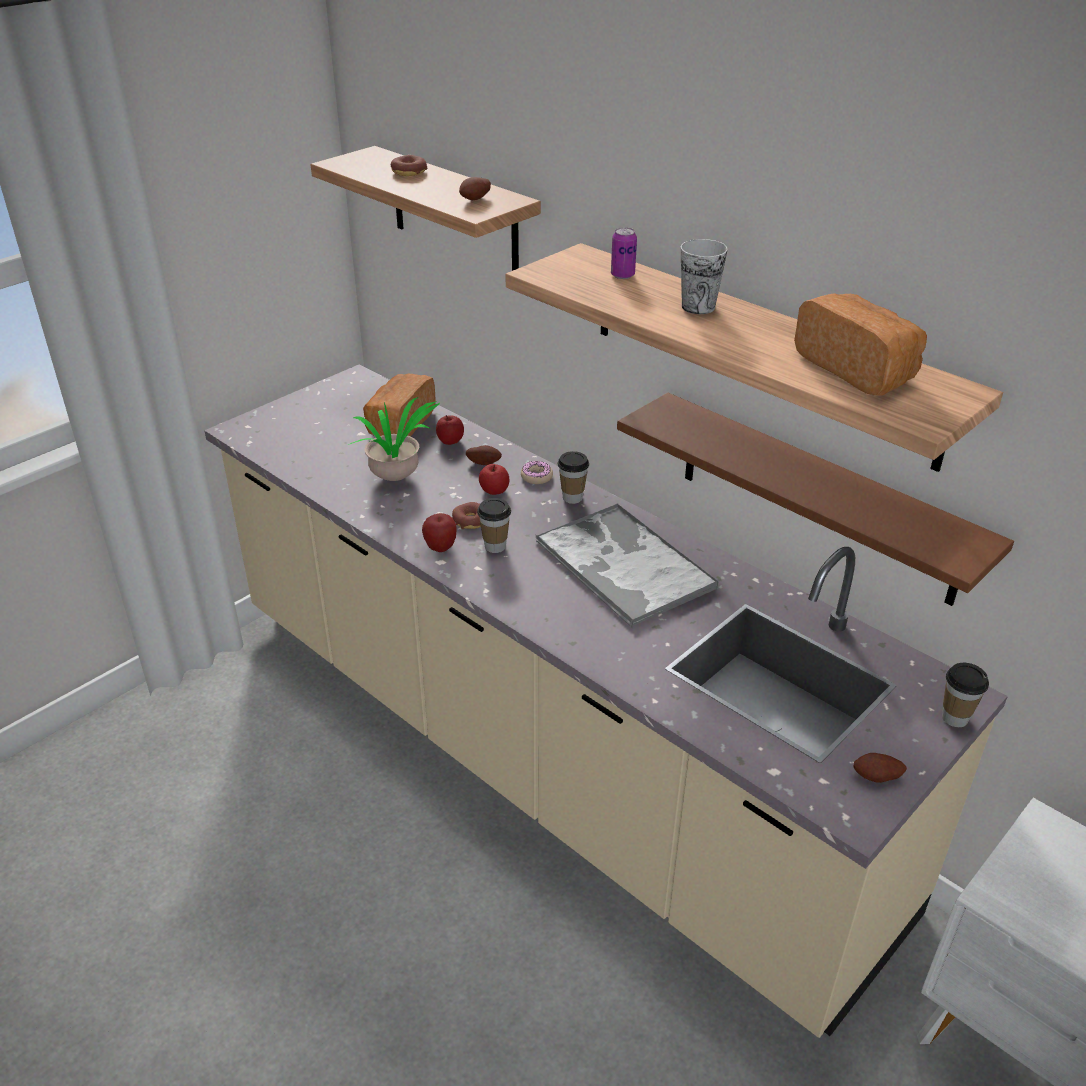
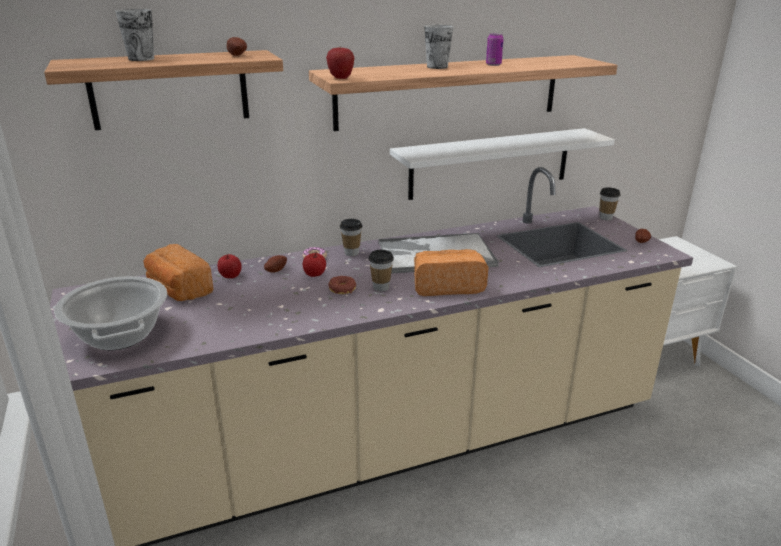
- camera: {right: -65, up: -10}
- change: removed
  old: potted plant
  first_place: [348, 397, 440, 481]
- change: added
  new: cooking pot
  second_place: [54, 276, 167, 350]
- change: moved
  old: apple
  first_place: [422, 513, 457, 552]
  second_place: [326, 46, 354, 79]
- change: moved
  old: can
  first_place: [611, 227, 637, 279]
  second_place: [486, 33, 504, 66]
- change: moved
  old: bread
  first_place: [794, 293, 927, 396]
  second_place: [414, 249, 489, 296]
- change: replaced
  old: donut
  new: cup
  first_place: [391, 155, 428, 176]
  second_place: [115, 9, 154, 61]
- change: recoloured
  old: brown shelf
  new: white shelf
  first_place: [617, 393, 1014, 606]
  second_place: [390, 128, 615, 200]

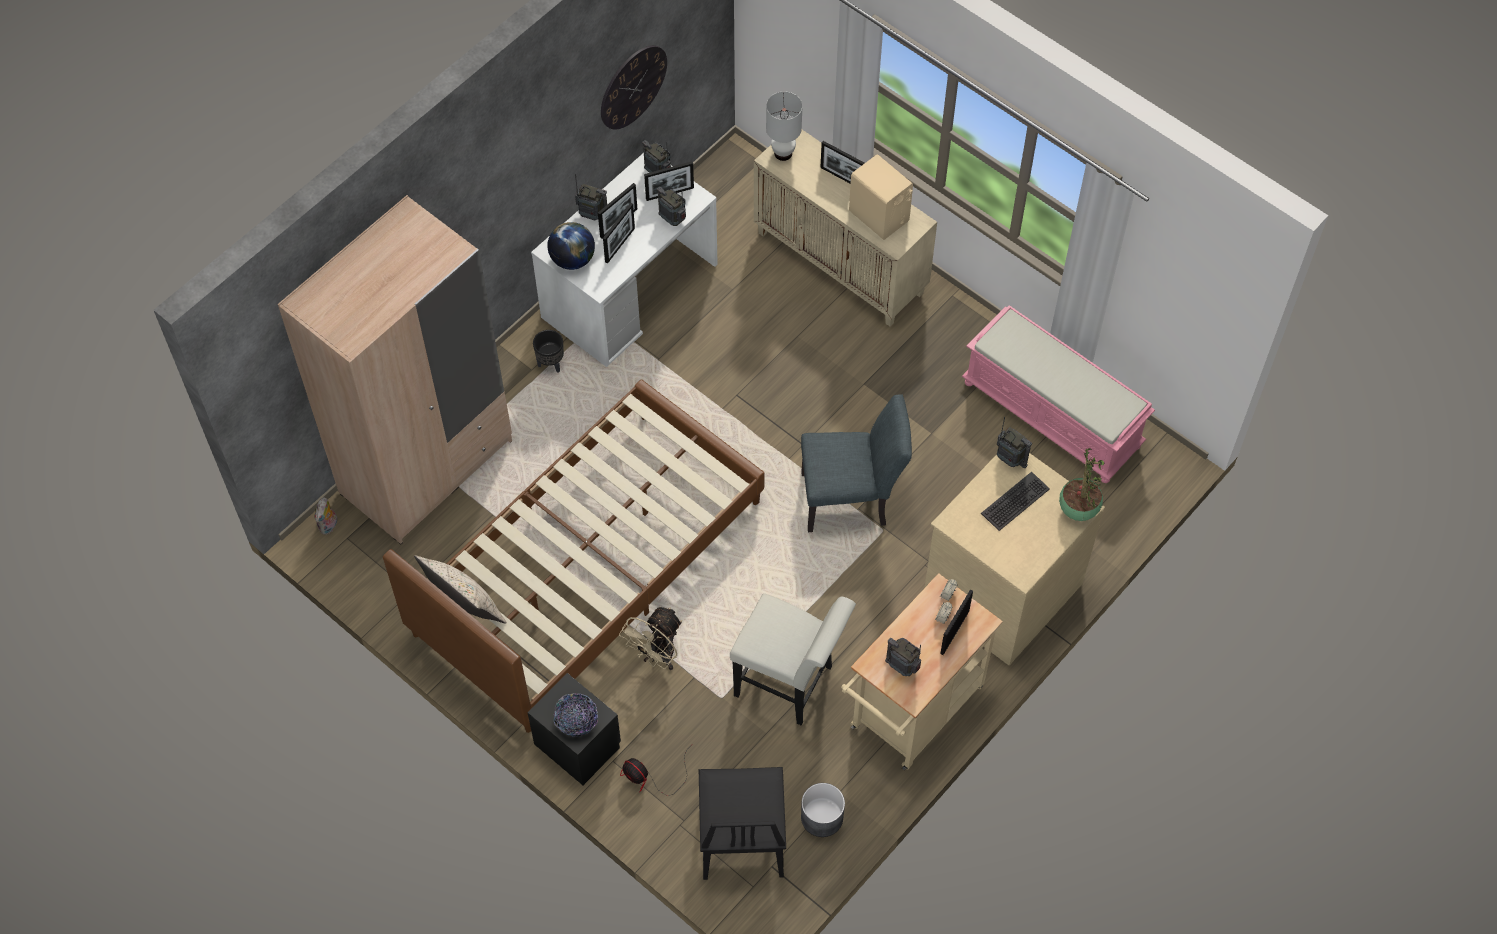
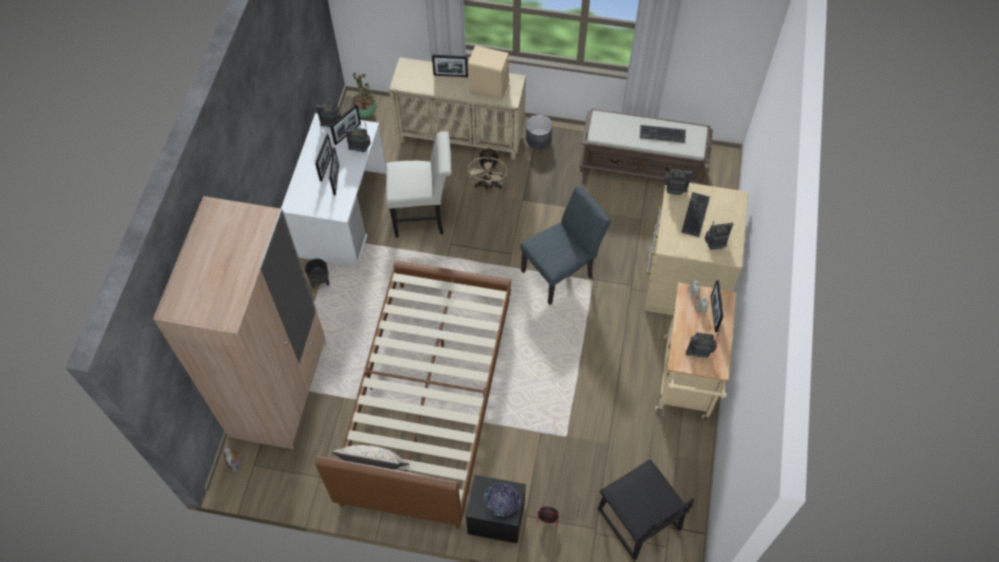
- camera: {right: -30, up: 0}
- change: removed
  old: globe
  first_place: [547, 222, 595, 270]
- change: removed
  old: wall clock
  first_place: [601, 45, 667, 130]
- change: removed
  old: white table lamp
  first_place: [766, 92, 803, 161]
- change: added
  new: keyboard
  second_place: [640, 125, 686, 143]
- change: moved
  old: radio
  first_place: [575, 174, 607, 220]
  second_place: [705, 221, 733, 250]
- change: moved
  old: beige fan
  first_place: [619, 607, 682, 670]
  second_place: [468, 147, 507, 189]
- change: moved
  old: white chair
  first_place: [730, 593, 856, 725]
  second_place: [386, 131, 452, 238]
- change: moved
  old: grey planter
  first_place: [801, 783, 845, 837]
  second_place: [526, 115, 552, 149]
- change: moved
  old: potted plant
  first_place: [1059, 448, 1104, 521]
  second_place: [351, 73, 376, 118]
- change: recoloured
  old: pink bench
  new: brown bench
  first_place: [962, 305, 1155, 483]
  second_place: [579, 108, 713, 185]

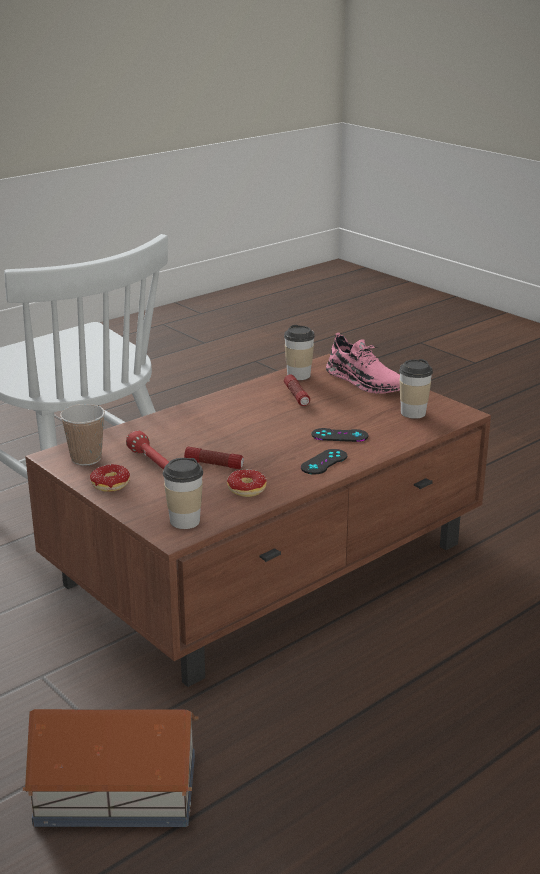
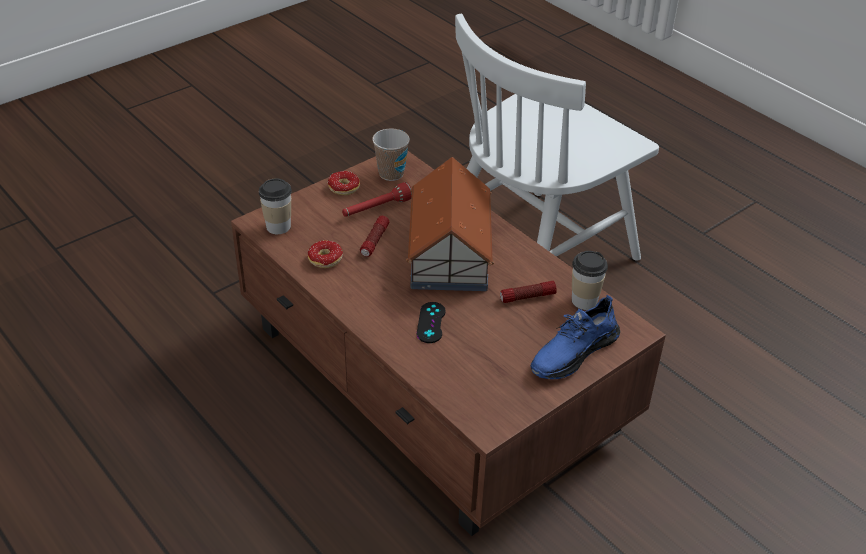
- camera: {right: 90, up: 15}
- change: removed
  old: black game controller
  first_place: [301, 449, 347, 474]
- change: removed
  old: cup
  first_place: [399, 359, 433, 419]
- change: moved
  old: toy house
  first_place: [23, 709, 198, 827]
  second_place: [406, 157, 494, 291]
- change: recoloured
  old: pink shoe
  new: blue shoe
  first_place: [326, 333, 400, 394]
  second_place: [531, 295, 620, 379]

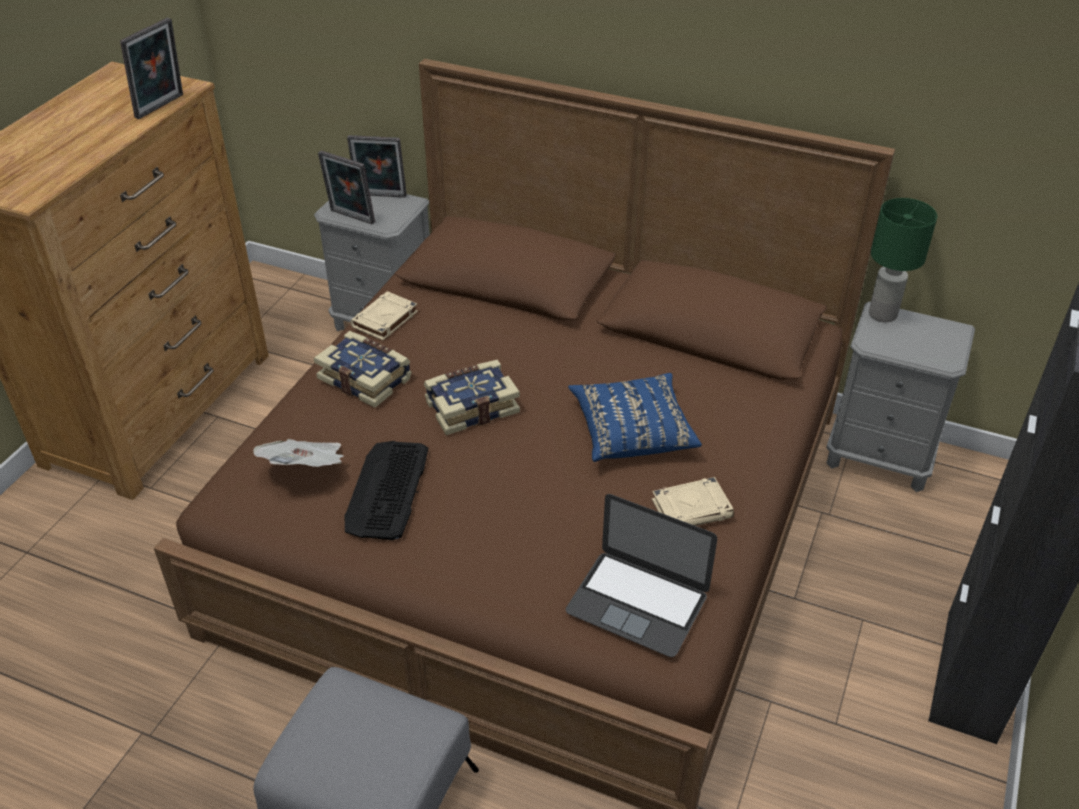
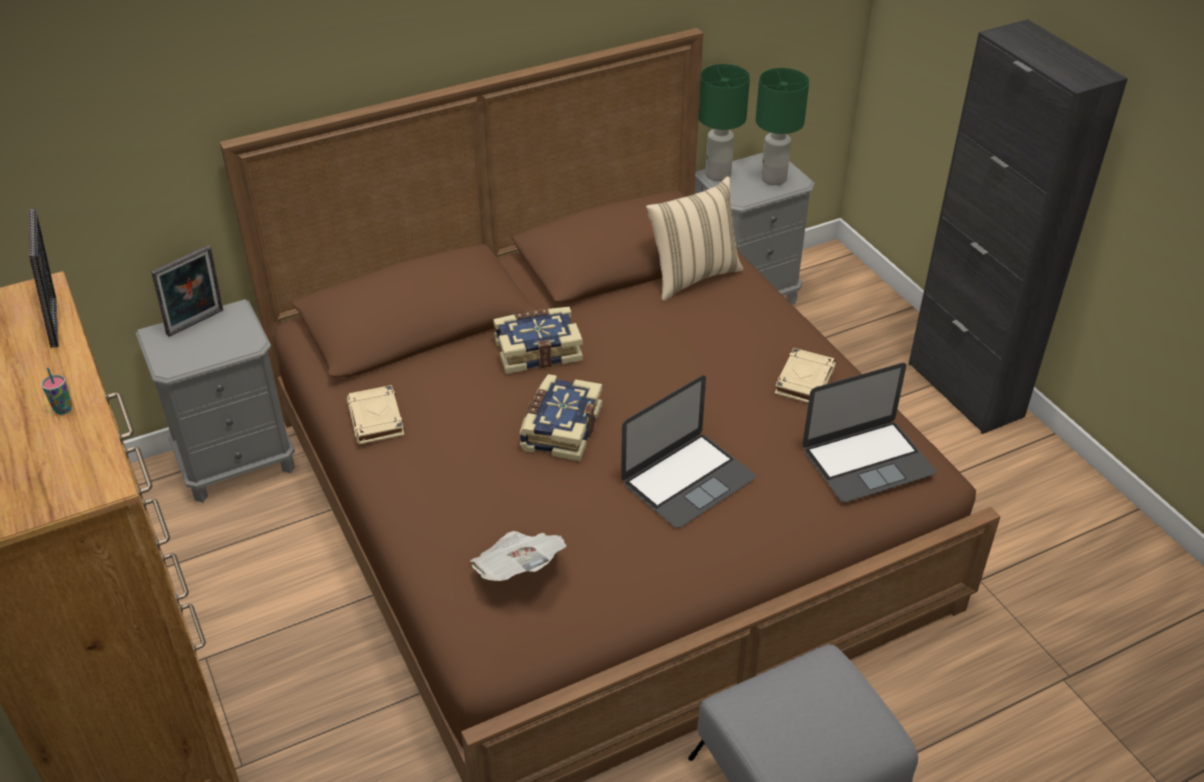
- camera: {right: -50, up: 0}
- change: removed
  old: picture frame
  first_place: [318, 151, 375, 225]
- change: removed
  old: keyboard
  first_place: [345, 441, 428, 540]
- change: removed
  old: blue pillow
  first_place: [568, 373, 702, 462]
- change: added
  new: cup
  second_place: [41, 368, 72, 414]
- change: added
  new: laptop
  second_place: [621, 375, 756, 528]
- change: added
  new: beige pillow
  second_place: [646, 177, 743, 301]
- change: added
  new: green table lamp
  second_place: [756, 68, 809, 185]
- change: moved
  old: book
  first_place: [314, 331, 412, 408]
  second_place: [493, 307, 583, 374]

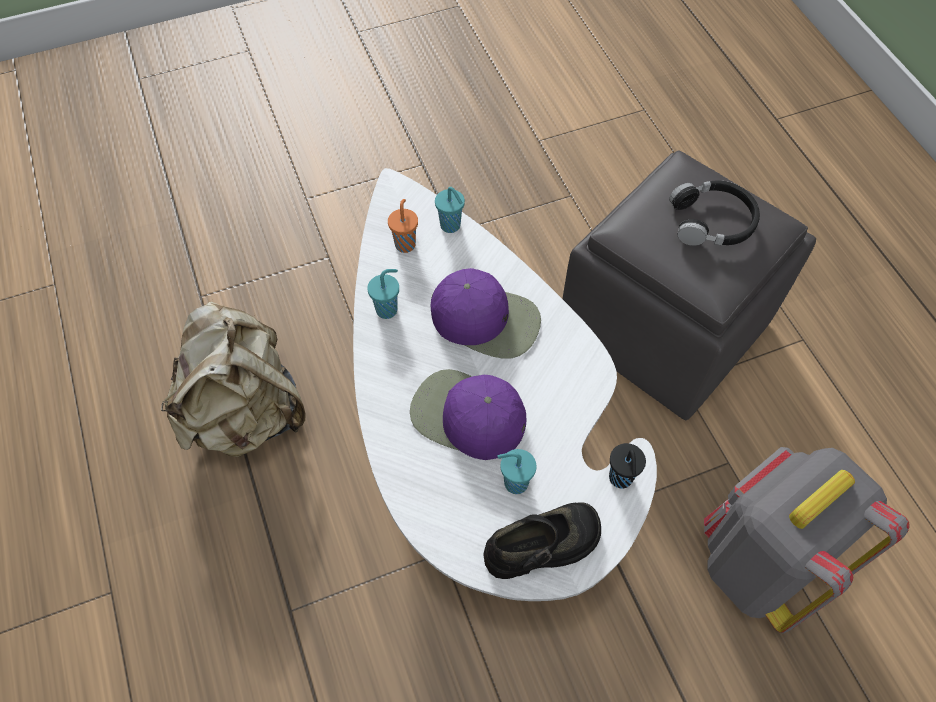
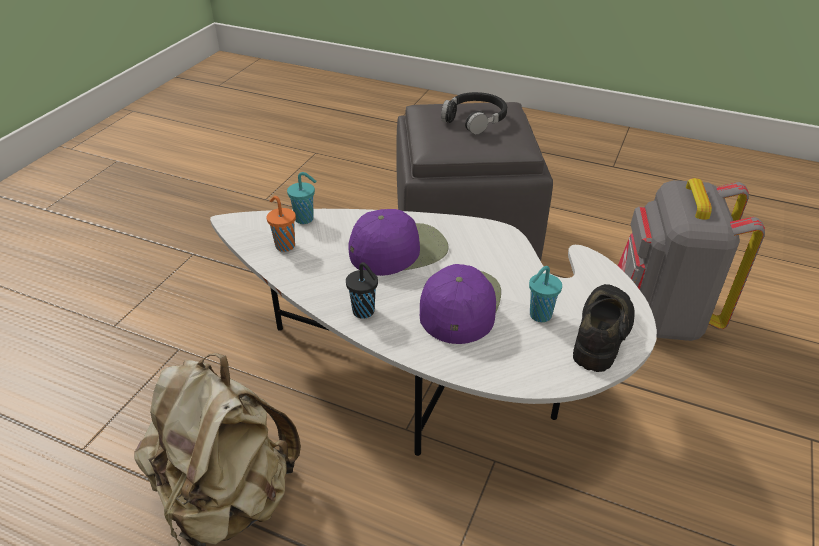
- camera: {right: -45, up: -20}
- change: removed
  old: turquoise cup
  first_place: [367, 269, 399, 319]
- change: moved
  old: black cup
  first_place: [609, 443, 646, 489]
  second_place: [346, 262, 378, 319]
- change: turned
  old: purple cap
  first_place: [410, 369, 526, 460]
  second_place: [420, 264, 501, 344]
  degrees: 120

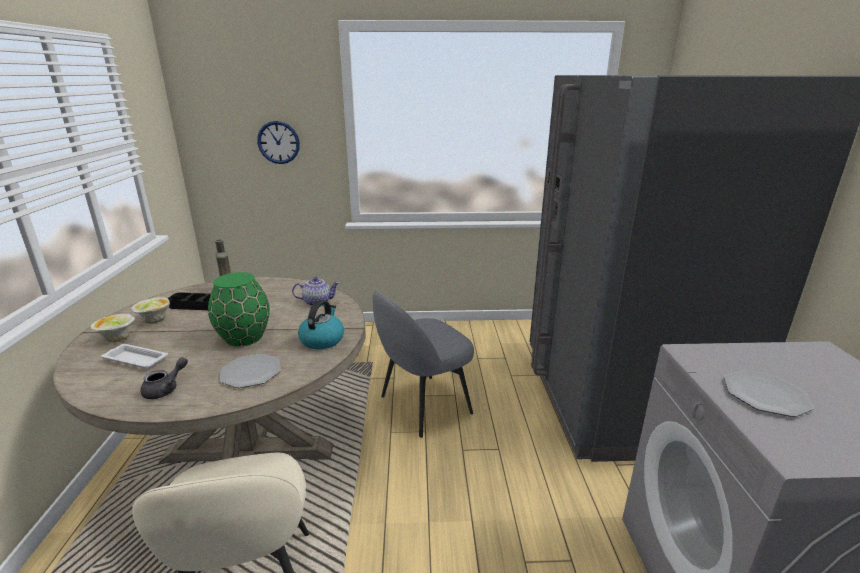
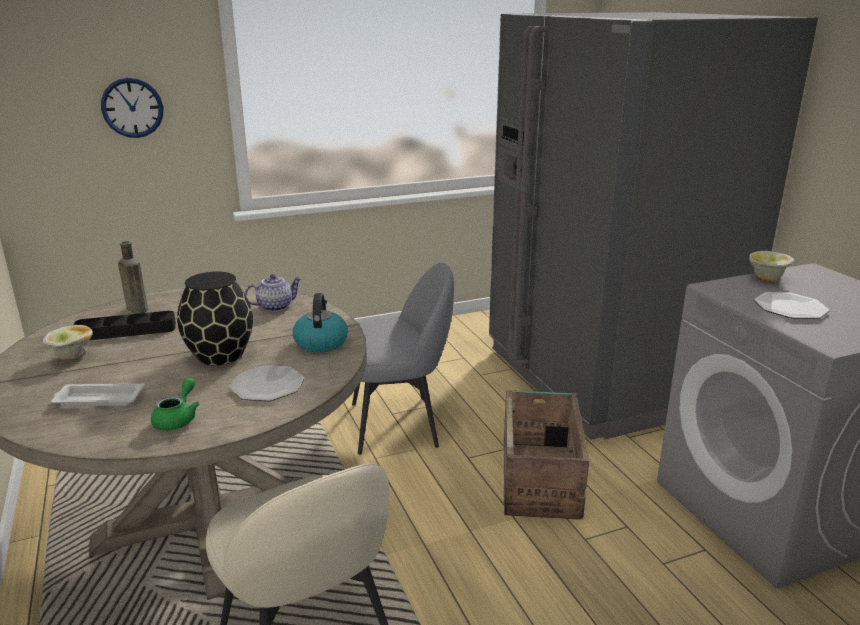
- camera: {right: -20, up: 0}
- change: added
  new: crate
  second_place: [504, 390, 589, 520]
- change: moved
  old: bowl
  first_place: [91, 314, 135, 342]
  second_place: [749, 251, 794, 282]
- change: recoloured
  old: grey teapot
  new: green teapot
  first_place: [141, 357, 188, 399]
  second_place: [151, 378, 199, 431]
- change: recoloured
  old: green vase
  new: black vase
  first_place: [208, 272, 270, 347]
  second_place: [177, 271, 253, 365]
- change: turned
  old: grey chair
  first_place: [373, 291, 474, 438]
  second_place: [352, 263, 454, 455]
  degrees: -135

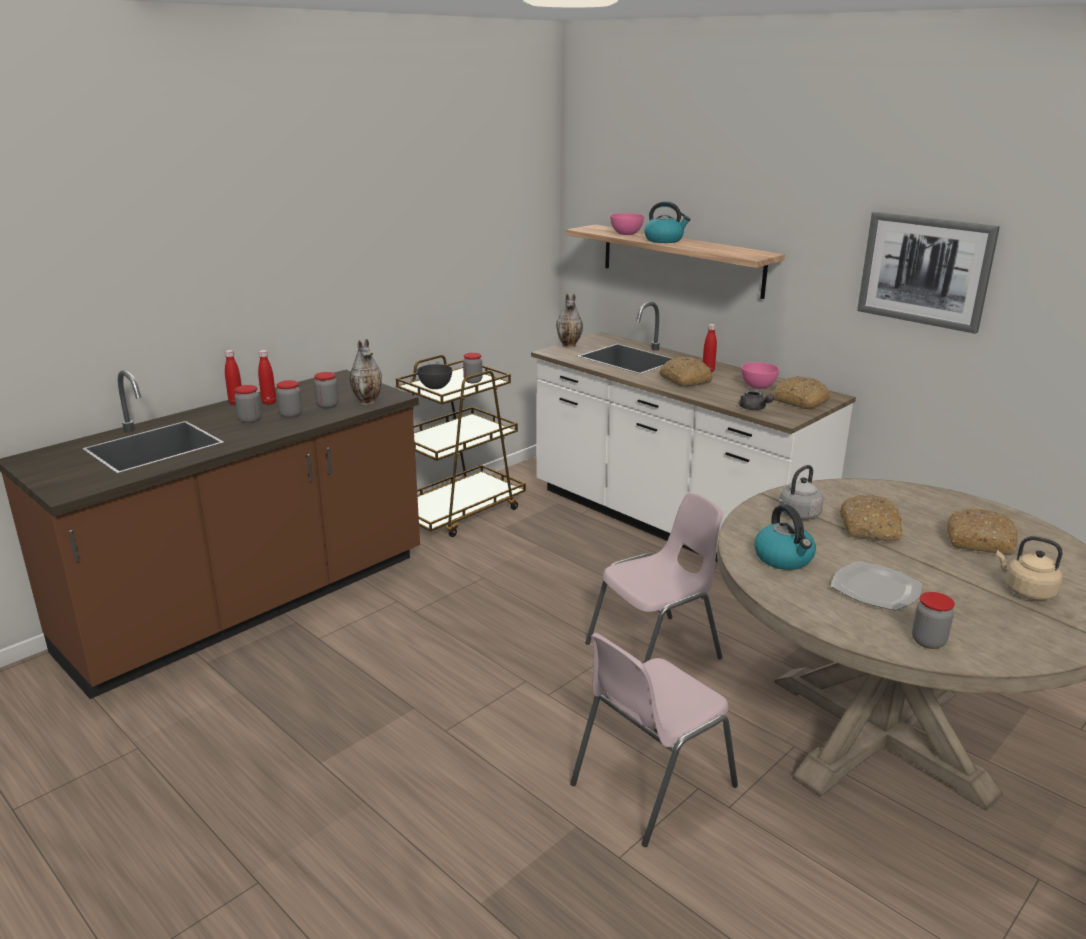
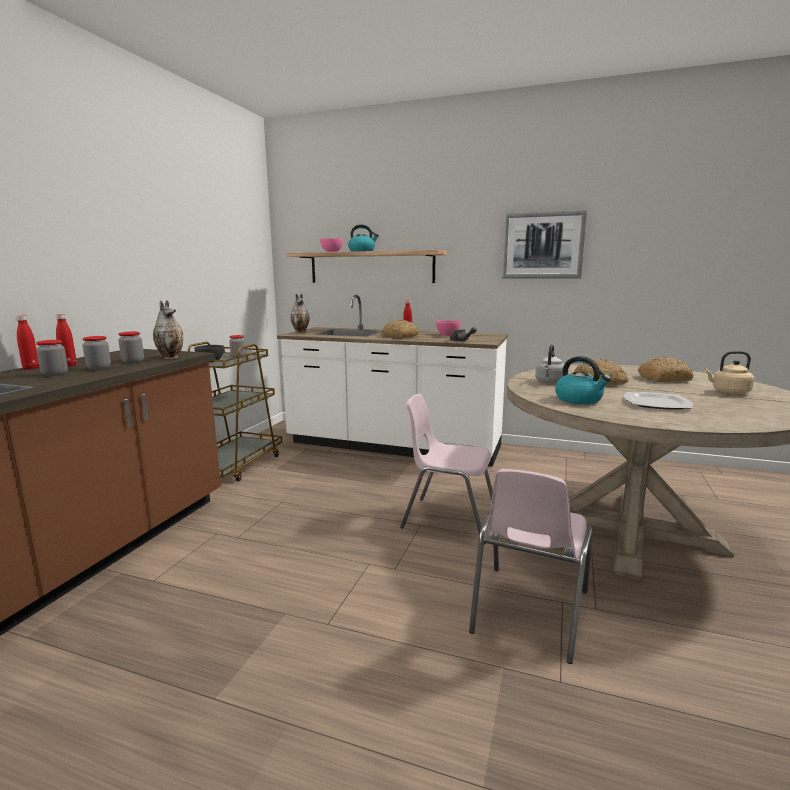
- camera: {right: -25, up: -10}
- change: removed
  old: bread
  first_place: [772, 376, 830, 409]
- change: removed
  old: jar
  first_place: [912, 592, 955, 649]
- change: turned
  old: pink chair
  first_place: [585, 492, 723, 663]
  second_place: [400, 394, 493, 544]
  degrees: -105

